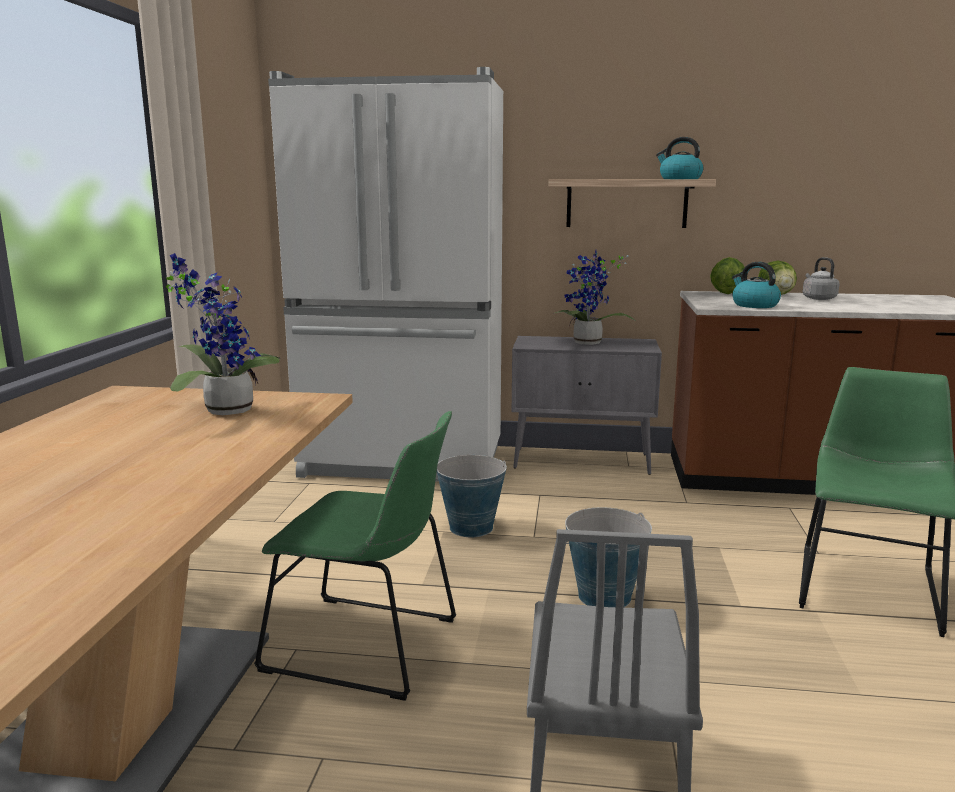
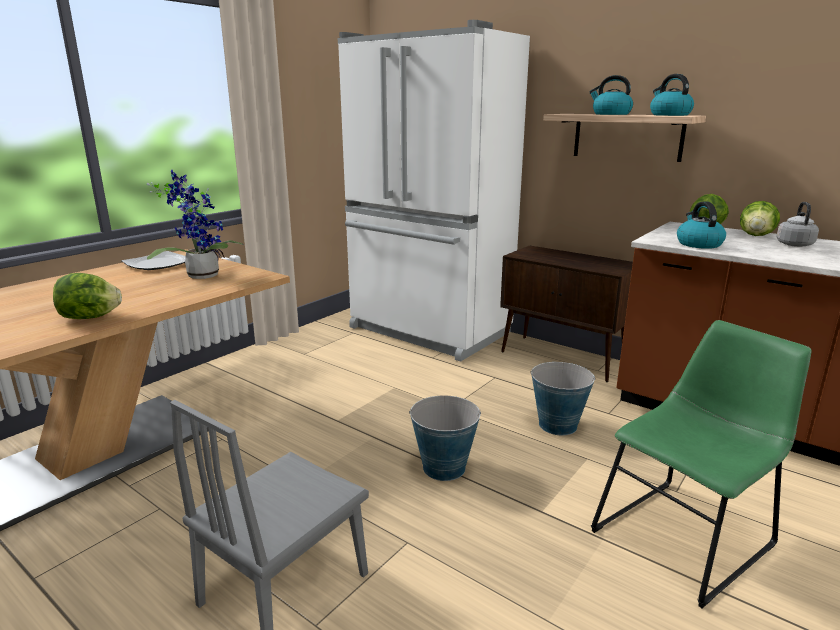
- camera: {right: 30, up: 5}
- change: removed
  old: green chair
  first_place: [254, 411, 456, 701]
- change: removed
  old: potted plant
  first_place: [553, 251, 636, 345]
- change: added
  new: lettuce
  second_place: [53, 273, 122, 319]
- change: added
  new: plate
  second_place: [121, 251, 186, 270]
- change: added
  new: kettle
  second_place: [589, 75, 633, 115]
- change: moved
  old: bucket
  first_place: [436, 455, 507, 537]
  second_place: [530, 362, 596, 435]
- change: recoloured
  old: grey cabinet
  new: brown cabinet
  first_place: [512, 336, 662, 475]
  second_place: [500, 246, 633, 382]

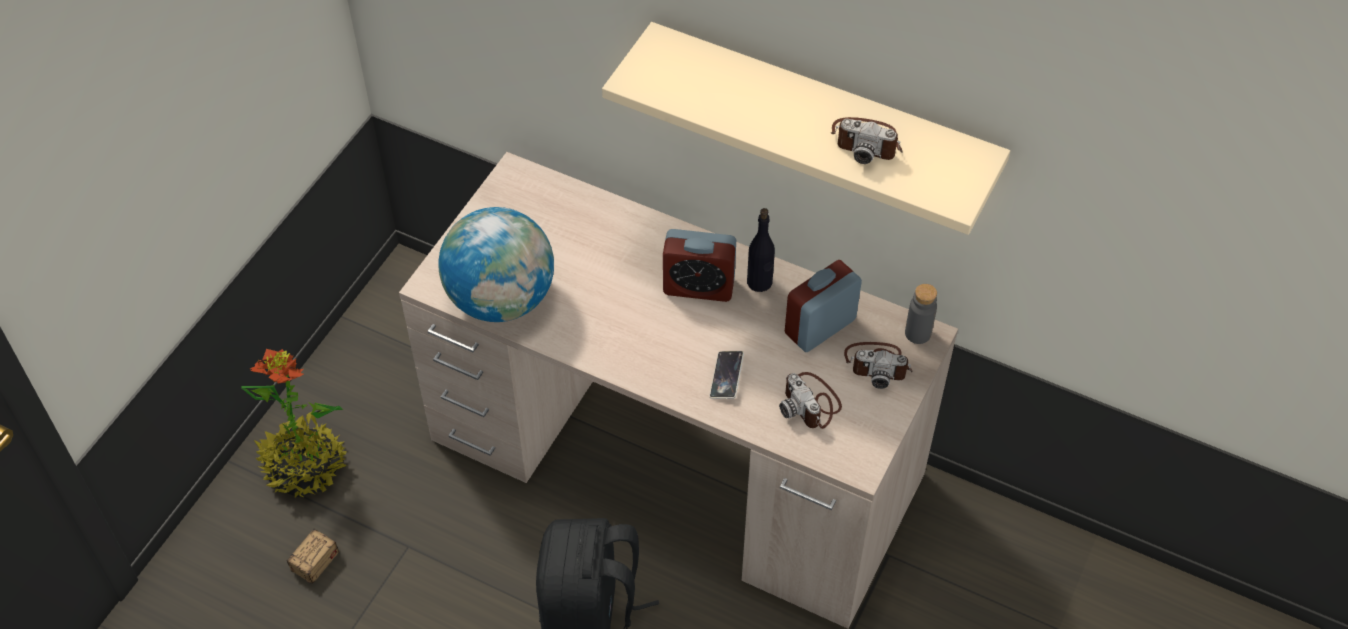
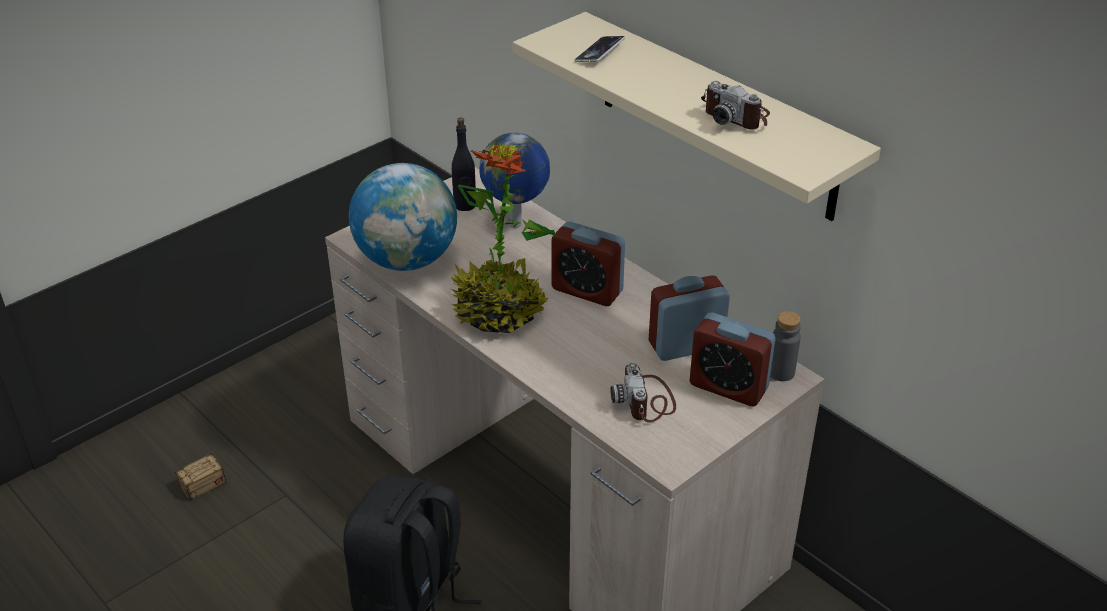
- camera: {right: 20, up: -15}
- change: added
  new: globe
  second_place: [479, 133, 550, 228]
- change: moved
  old: potted plant
  first_place: [241, 349, 347, 498]
  second_place: [451, 144, 557, 333]
- change: moved
  old: phone
  first_place: [710, 351, 744, 399]
  second_place: [574, 36, 625, 62]
- change: moved
  old: black bottle
  first_place: [747, 208, 775, 292]
  second_place: [452, 118, 476, 211]
- change: replaced
  old: photo camera
  new: alarm clock
  first_place: [844, 342, 913, 389]
  second_place: [690, 313, 776, 406]

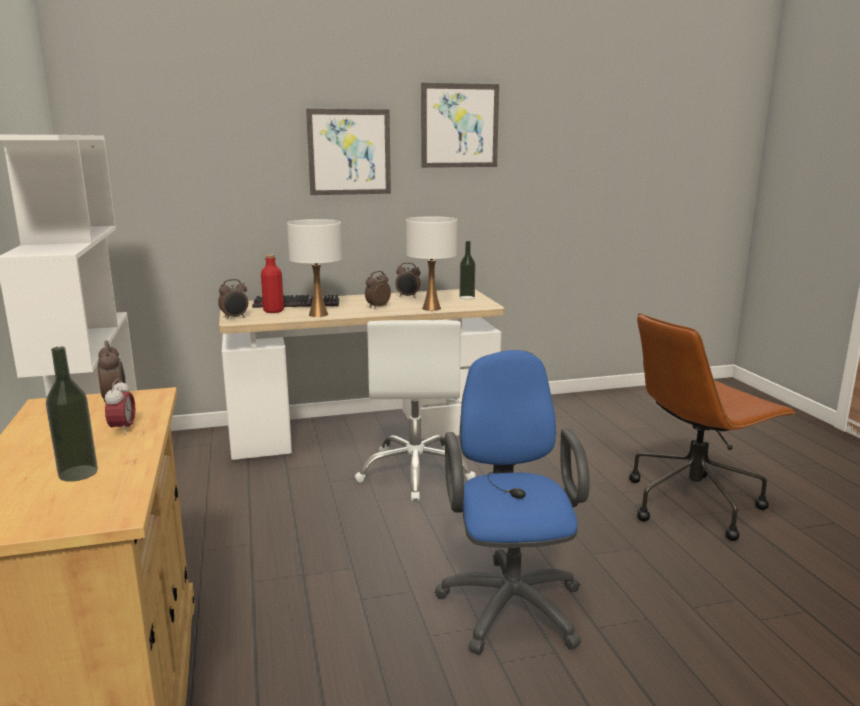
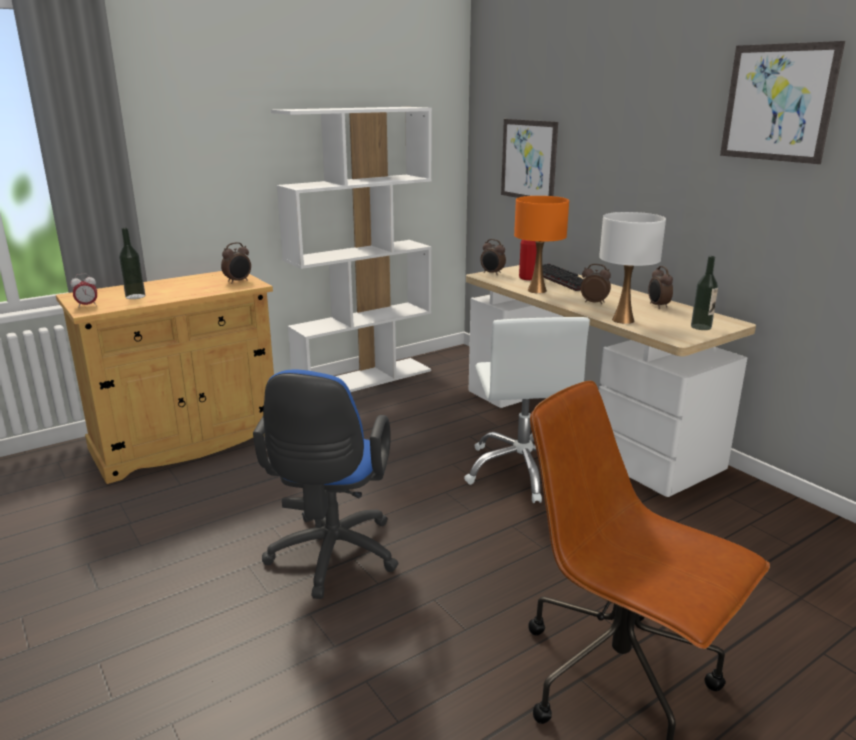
- camera: {right: 70, up: 5}
- change: moved
  old: alarm clock
  first_place: [105, 378, 135, 435]
  second_place: [70, 274, 97, 308]
- change: moved
  old: picture
  first_place: [306, 109, 391, 195]
  second_place: [501, 119, 558, 198]
- change: recoloured
  old: white table lamp
  new: orange table lamp
  first_place: [287, 219, 342, 317]
  second_place: [514, 196, 569, 293]
- change: turned
  old: white office chair
  first_place: [355, 320, 476, 501]
  second_place: [464, 317, 590, 503]
  degrees: -75
- change: turned
  old: blue office chair
  first_place: [435, 350, 590, 655]
  second_place: [253, 369, 399, 599]
  degrees: 120

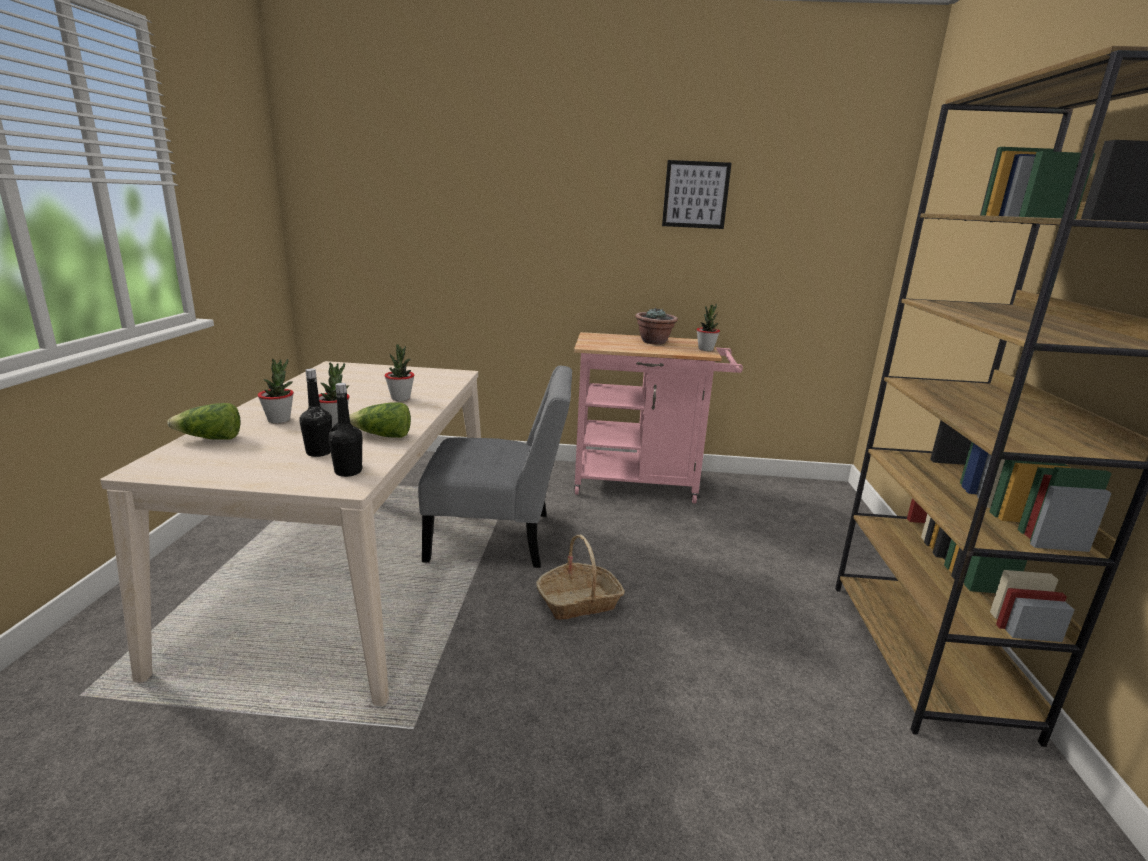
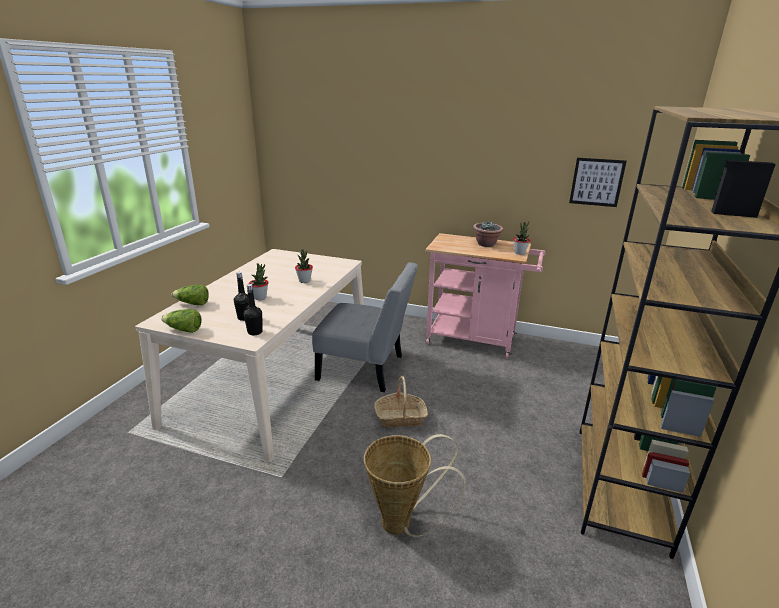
- camera: {right: 15, up: 5}
- change: removed
  old: potted plant
  first_place: [258, 359, 294, 423]
- change: added
  new: basket
  second_place: [364, 434, 466, 538]
- change: moved
  old: lettuce
  first_place: [349, 402, 411, 438]
  second_place: [161, 309, 202, 333]
- change: moved
  old: picture
  first_place: [662, 160, 732, 229]
  second_place: [569, 158, 627, 207]

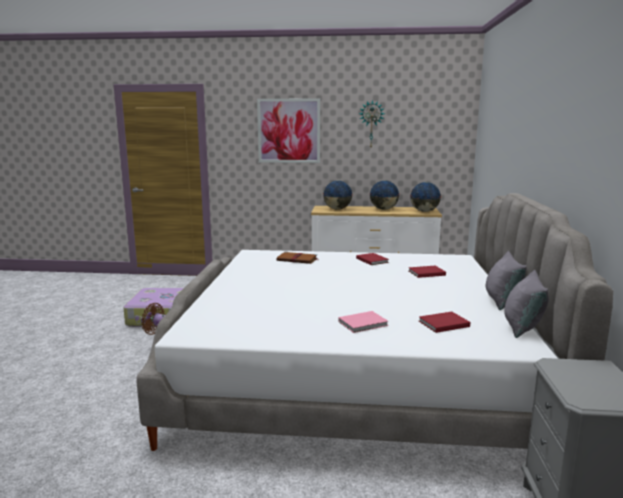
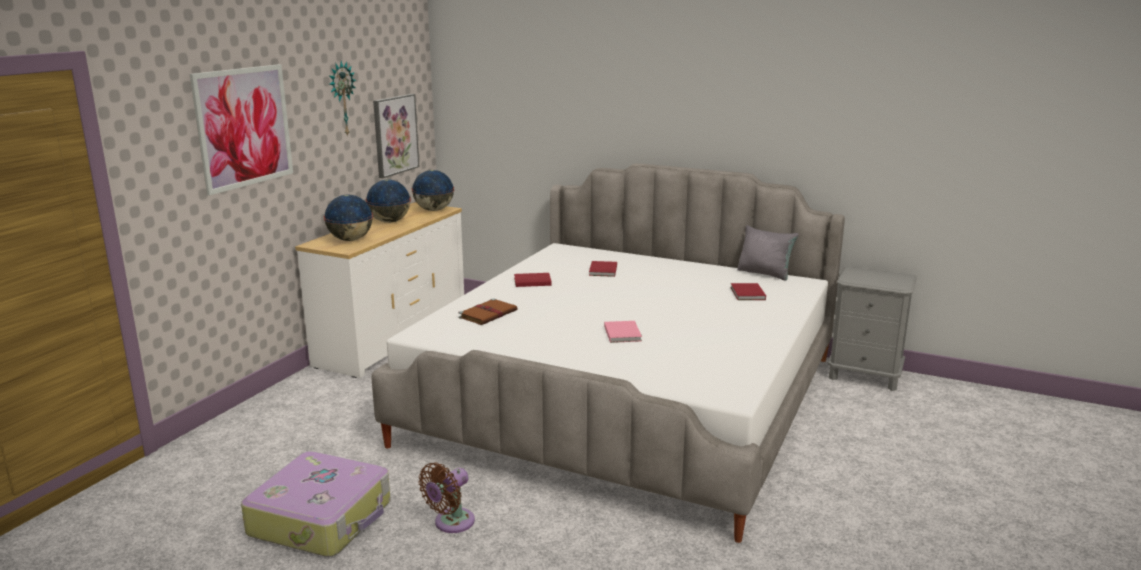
- camera: {right: -70, up: 5}
- change: removed
  old: grey pillow
  first_place: [486, 251, 527, 310]
- change: added
  new: picture
  second_place: [373, 94, 419, 178]
- change: moved
  old: pink book
  first_place: [338, 311, 388, 333]
  second_place: [604, 321, 642, 343]

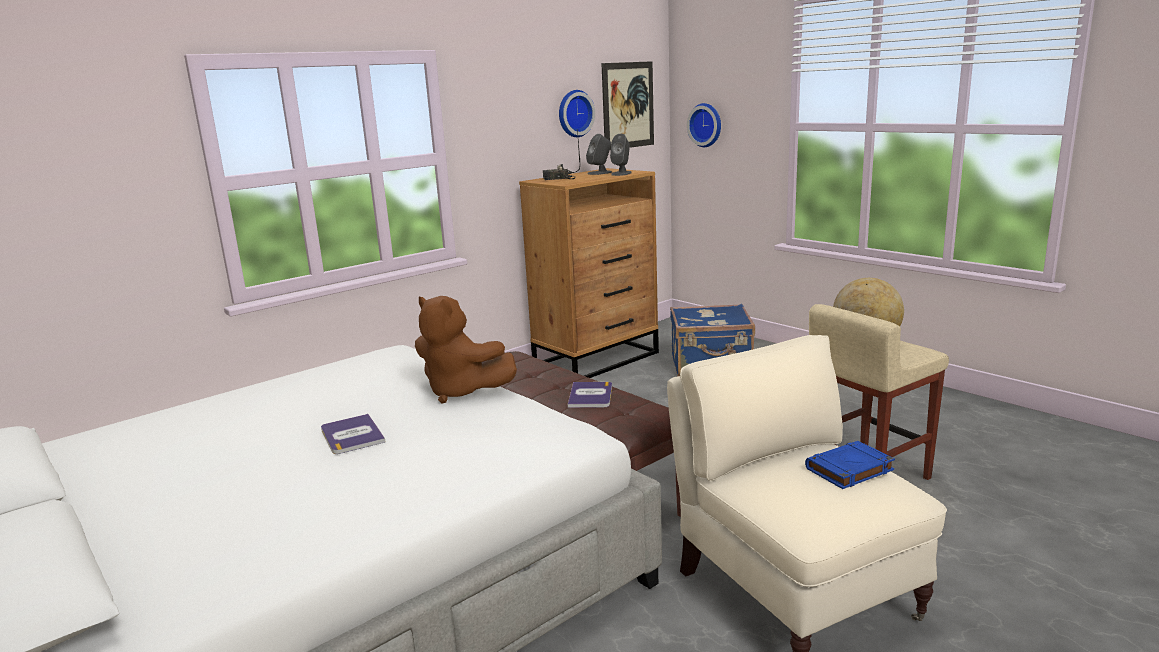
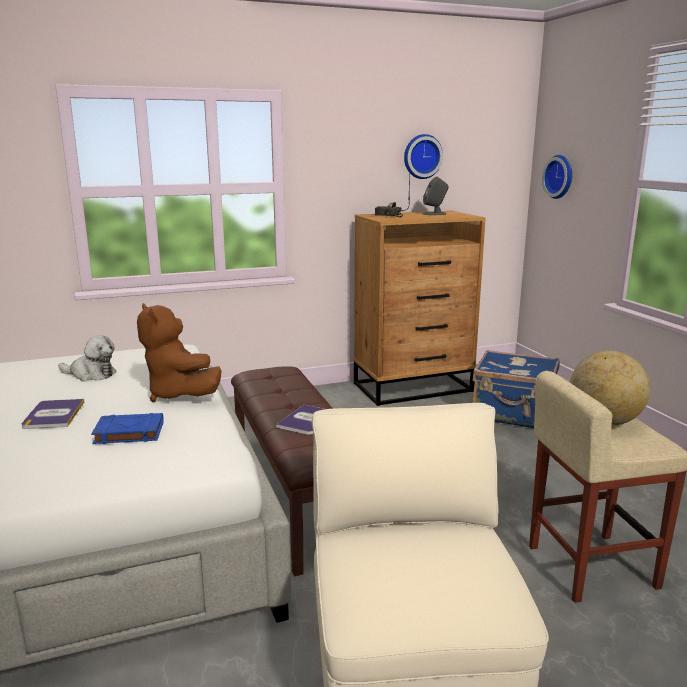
- camera: {right: 20, up: 0}
- change: removed
  old: picture
  first_place: [601, 61, 654, 150]
- change: removed
  old: grey speaker
  first_place: [610, 134, 632, 176]
- change: added
  new: plush toy
  second_place: [58, 335, 116, 381]
- change: moved
  old: blue book
  first_place: [805, 441, 895, 489]
  second_place: [91, 413, 164, 444]

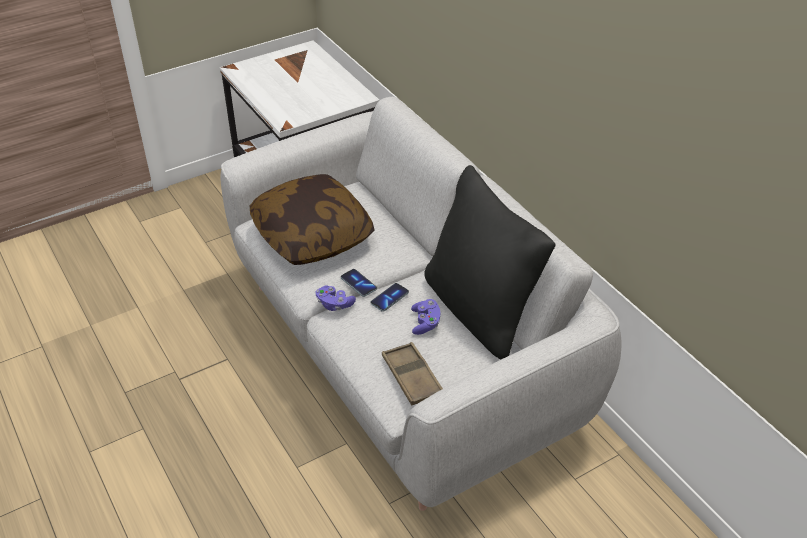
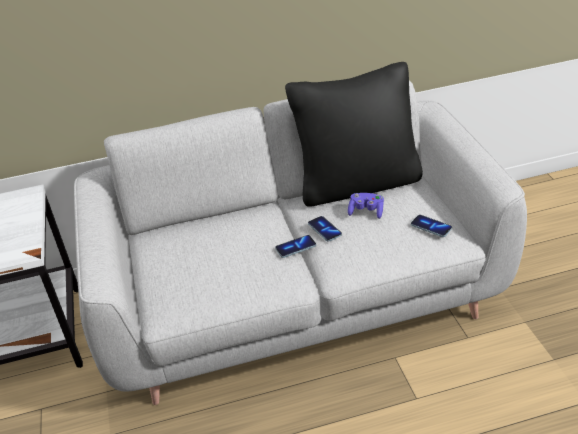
- camera: {right: -70, up: -5}
- change: removed
  old: pillow
  first_place: [250, 174, 375, 265]
- change: removed
  old: purple game controller
  first_place: [315, 285, 356, 311]
- change: replaced
  old: brown tray
  new: phone
  first_place: [382, 342, 443, 406]
  second_place: [411, 215, 452, 237]

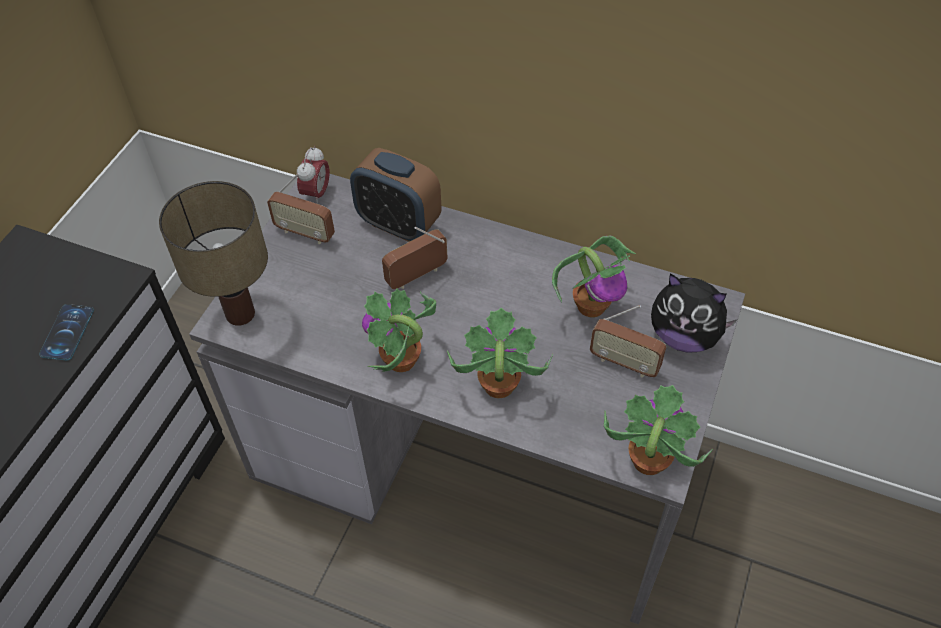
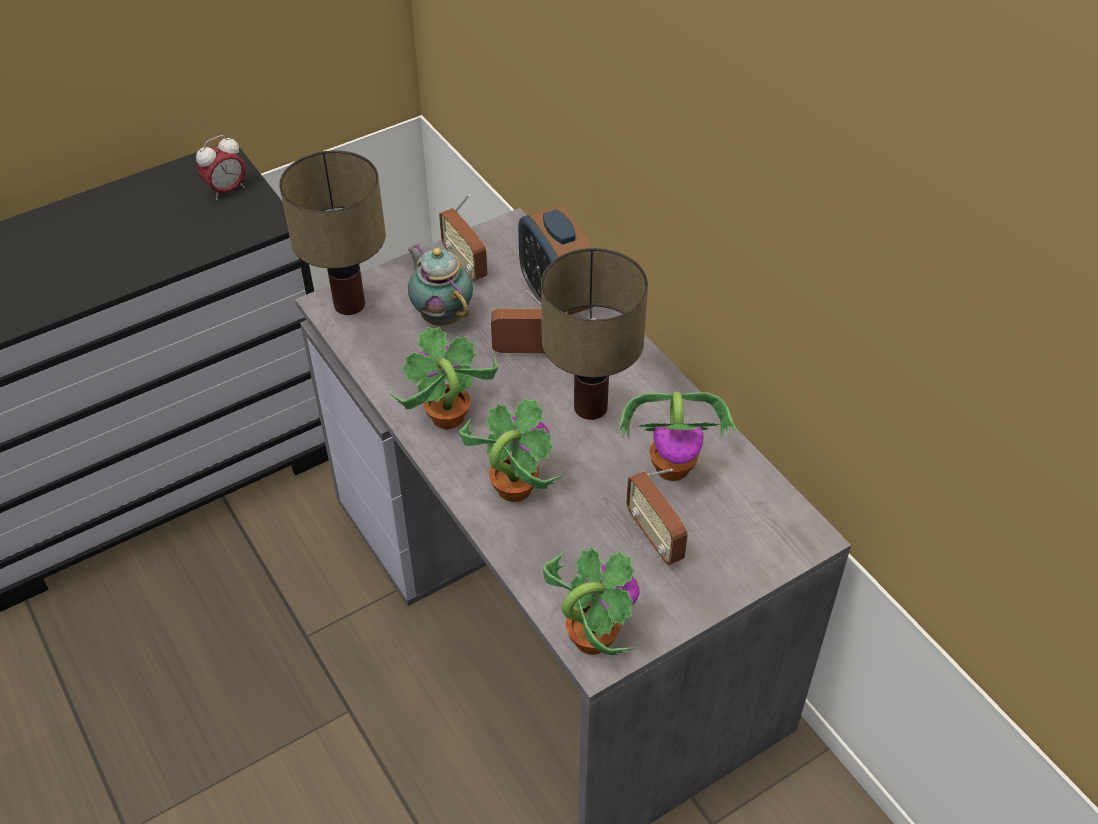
- camera: {right: 35, up: -5}
- change: removed
  old: phone
  first_place: [39, 304, 94, 360]
- change: removed
  old: plush toy
  first_place: [651, 273, 738, 353]
- change: added
  new: teapot
  second_place: [408, 243, 473, 326]
- change: added
  new: table lamp
  second_place: [541, 248, 648, 420]
- change: moved
  old: alarm clock
  first_place: [297, 146, 330, 204]
  second_place: [196, 135, 246, 200]

